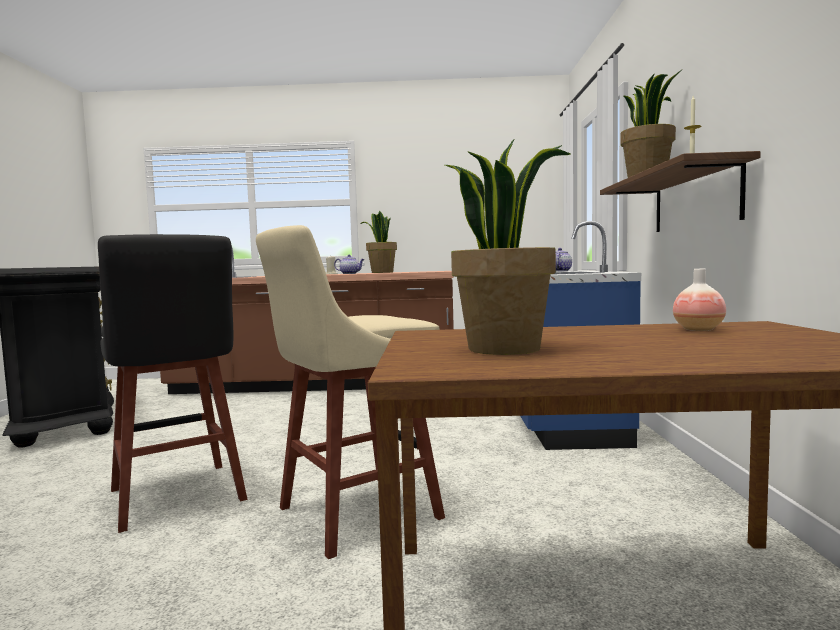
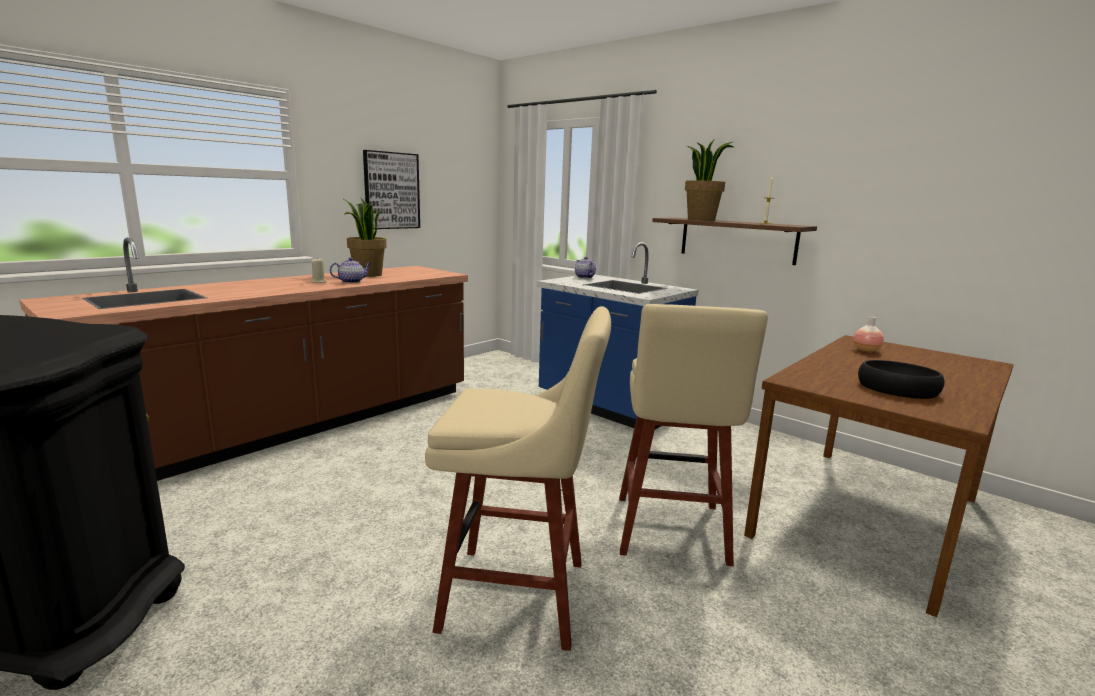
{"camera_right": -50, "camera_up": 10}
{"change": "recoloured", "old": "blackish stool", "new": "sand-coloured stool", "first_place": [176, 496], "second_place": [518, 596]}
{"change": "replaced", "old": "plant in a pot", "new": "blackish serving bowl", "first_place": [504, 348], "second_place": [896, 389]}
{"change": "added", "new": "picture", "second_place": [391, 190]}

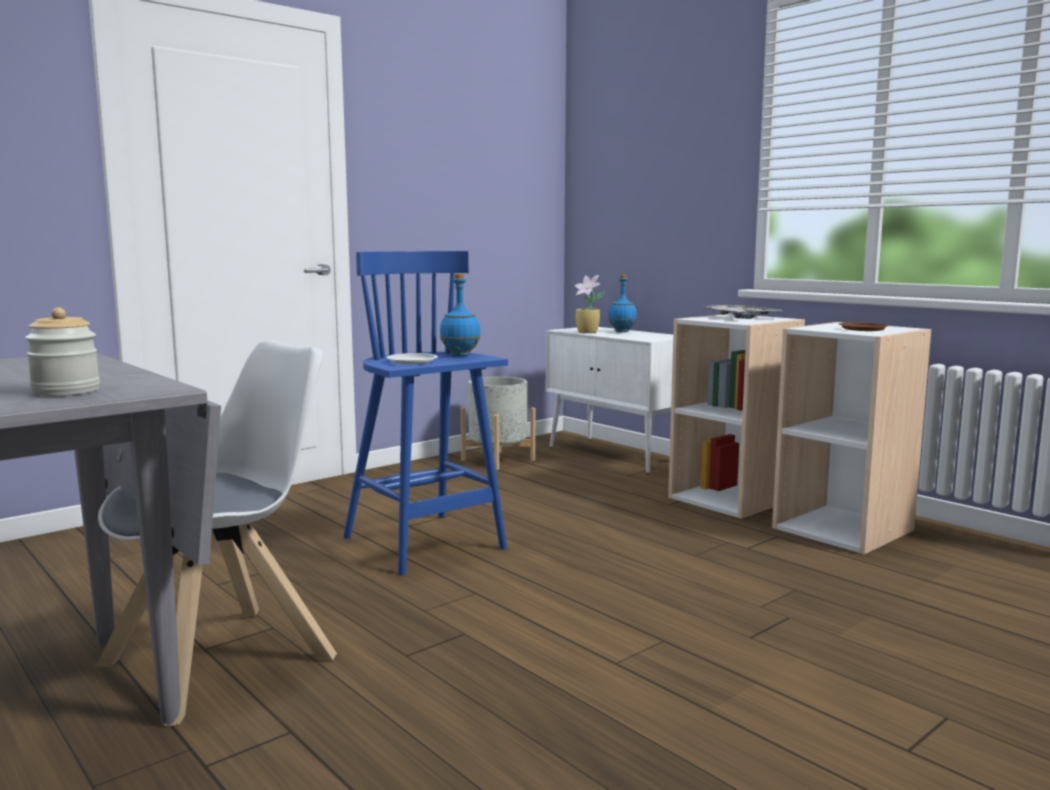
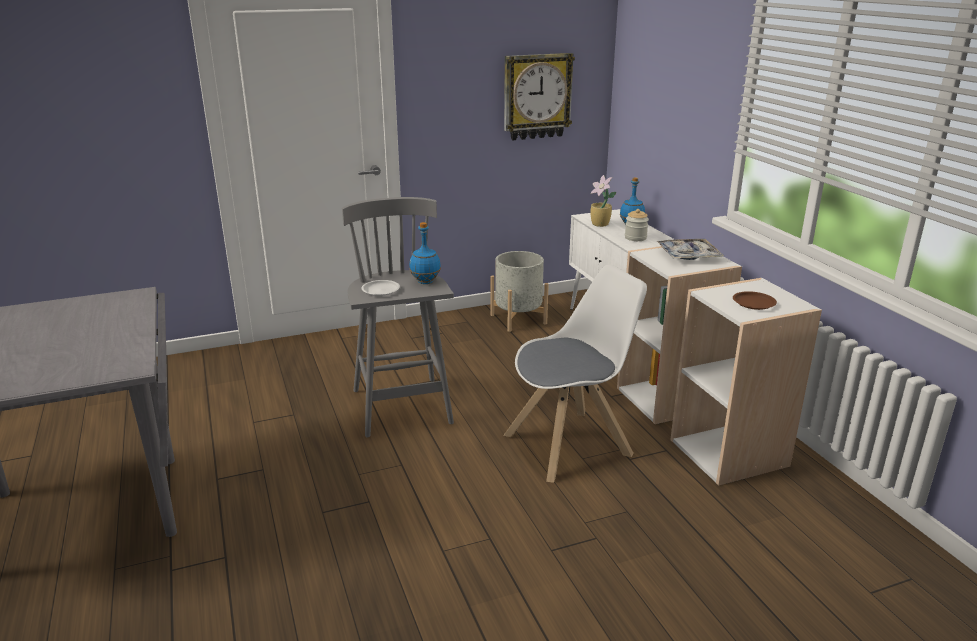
{"camera_right": 20, "camera_up": 15}
{"change": "moved", "old": "storage jar", "first_place": [66, 391], "second_place": [635, 238]}
{"change": "moved", "old": "plain chair", "first_place": [225, 659], "second_place": [571, 444]}
{"change": "recoloured", "old": "bluish stool", "new": "grey stool", "first_place": [427, 544], "second_place": [403, 408]}
{"change": "added", "new": "hanging clock", "second_place": [536, 96]}

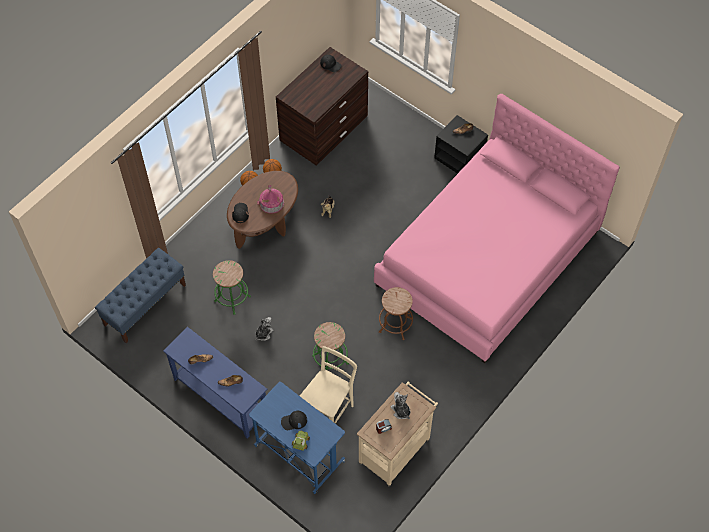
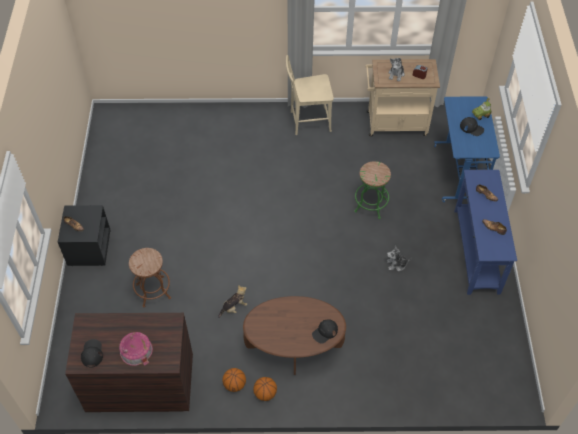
{"camera_right": -130, "camera_up": -5}
{"change": "removed", "old": "bluish bench", "first_place": [145, 304]}
{"change": "removed", "old": "greenish stool", "first_place": [232, 299]}
{"change": "moved", "old": "miniature house", "first_place": [271, 203], "second_place": [136, 350]}
{"change": "moved", "old": "sand-coloured plain chair", "first_place": [329, 410], "second_place": [308, 121]}
{"change": "removed", "old": "pinkish bed", "first_place": [488, 258]}
{"change": "moved", "old": "brown stool", "first_place": [395, 325], "second_place": [153, 291]}

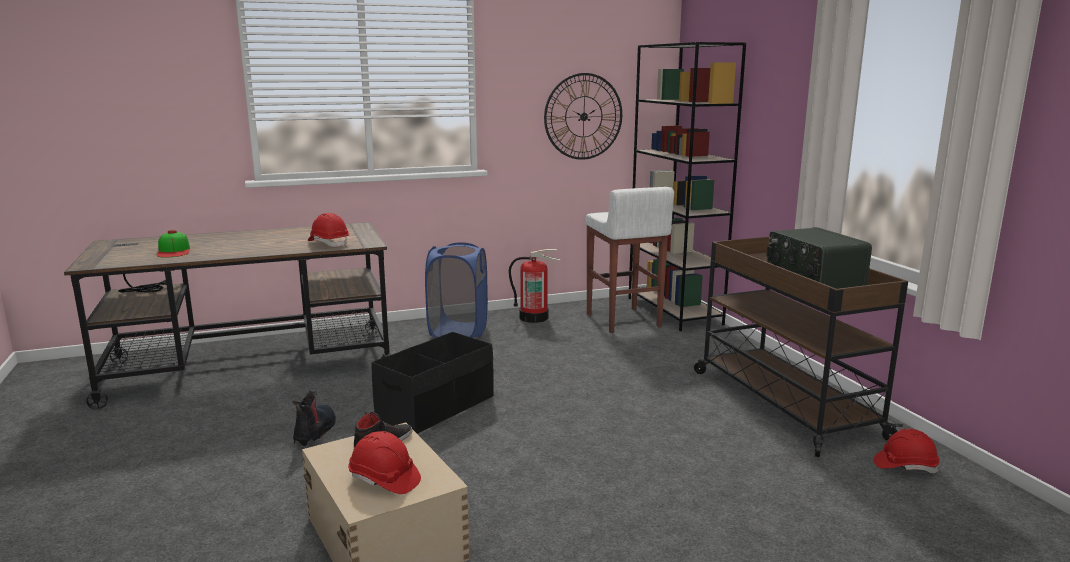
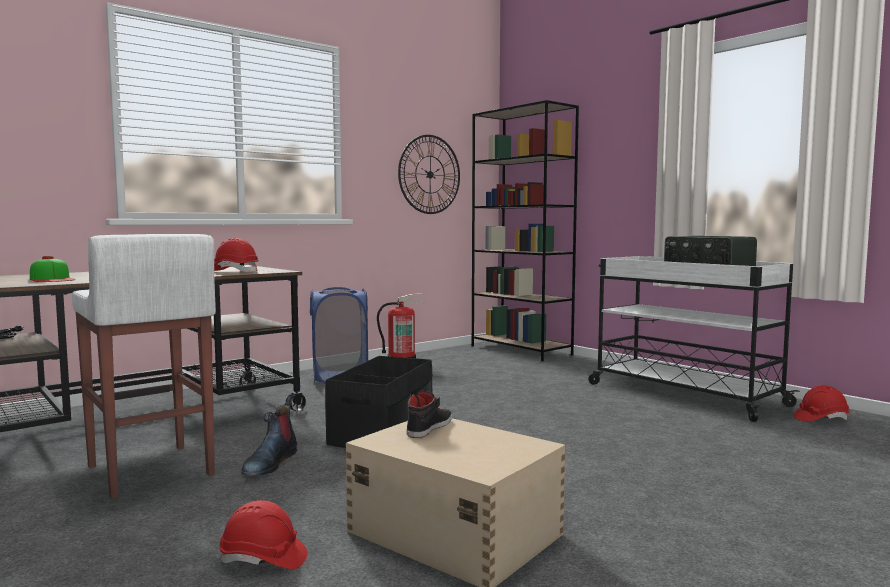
{"camera_right": -20, "camera_up": -10}
{"change": "turned", "old": "high-top boot", "first_place": [315, 431], "second_place": [270, 463], "degrees": -150}
{"change": "moved", "old": "red-coloured hard hat", "first_place": [384, 480], "second_place": [263, 559]}
{"change": "moved", "old": "white stool", "first_place": [622, 321], "second_place": [149, 471]}
{"change": "recoloured", "old": "brown cart", "new": "white cart", "first_place": [783, 402], "second_place": [682, 394]}

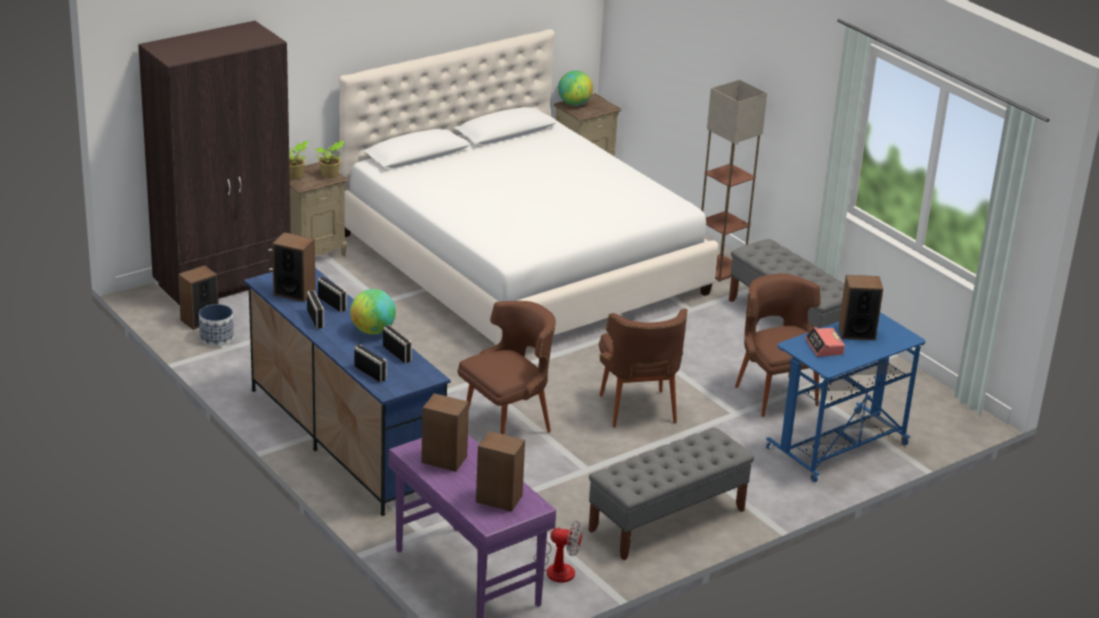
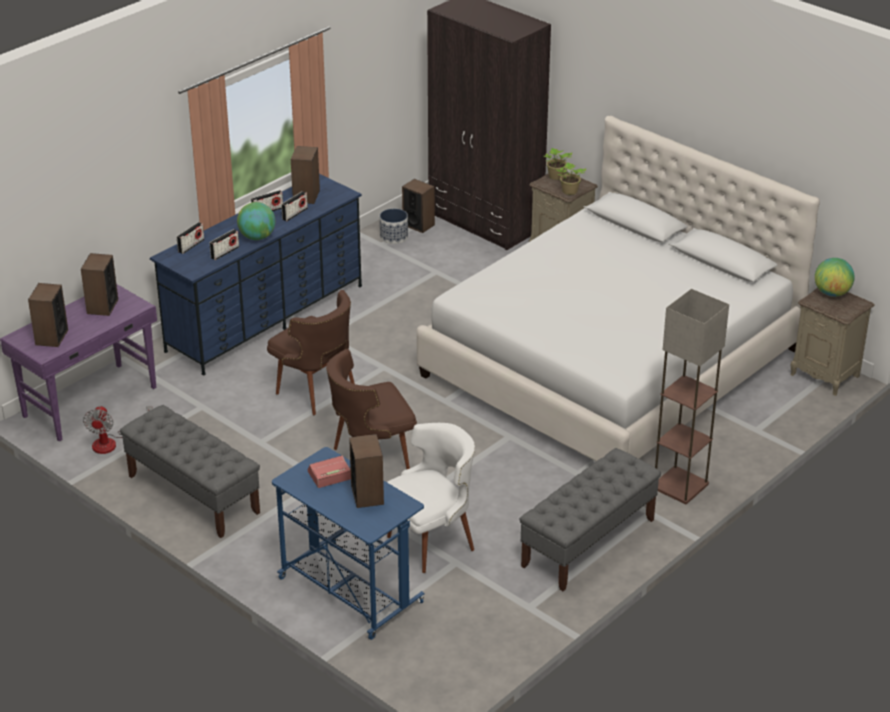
{"camera_right": 80, "camera_up": 5}
{"change": "recoloured", "old": "brown plain chair", "new": "white plain chair", "first_place": [776, 397], "second_place": [429, 544]}

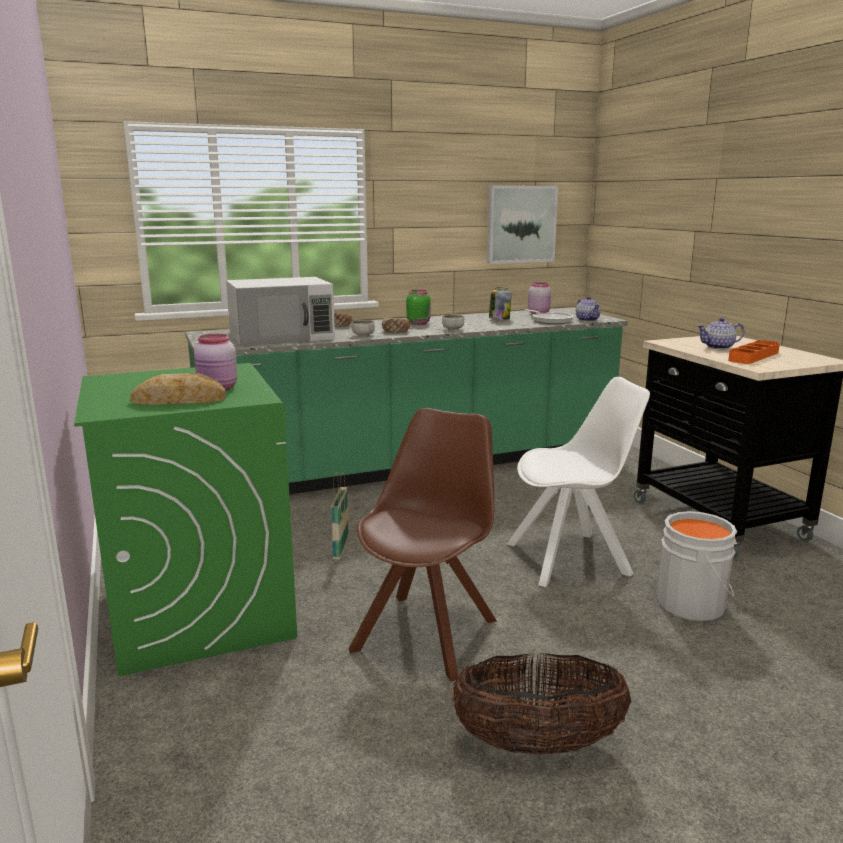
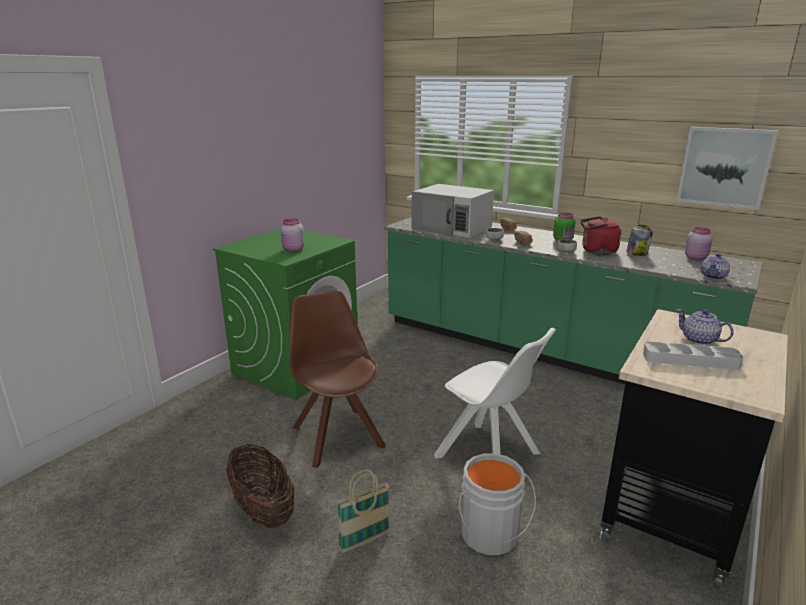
{"camera_right": 55, "camera_up": 5}
{"change": "removed", "old": "baked bread", "first_place": [179, 400]}
{"change": "moved", "old": "basket", "first_place": [341, 549], "second_place": [364, 541]}
{"change": "turned", "old": "brown plain chair", "first_place": [427, 633], "second_place": [337, 435], "degrees": -105}
{"change": "removed", "old": "skillet", "first_place": [550, 320]}
{"change": "recoloured", "old": "orange tray", "new": "grey tray", "first_place": [753, 356], "second_place": [690, 360]}
{"change": "added", "new": "red-coloured water kettle", "second_place": [596, 251]}

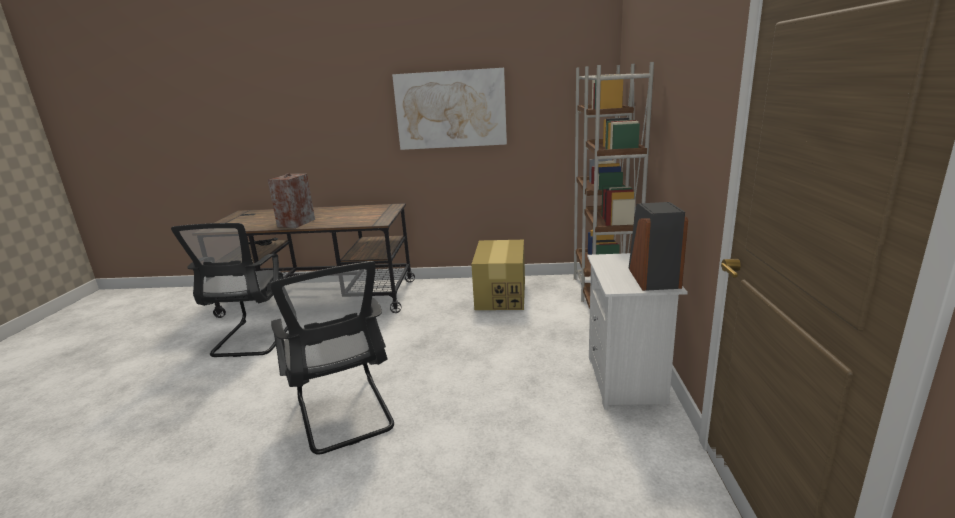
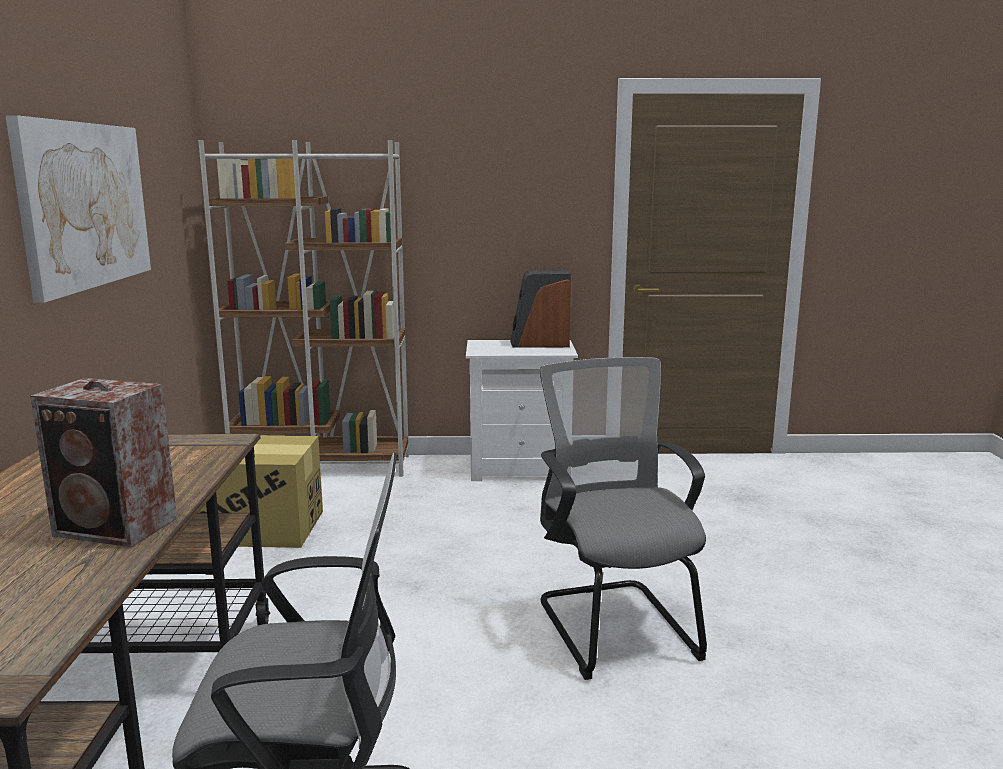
{"camera_right": -95, "camera_up": -5}
{"change": "turned", "old": "plain chair", "first_place": [344, 416], "second_place": [615, 624], "degrees": -75}

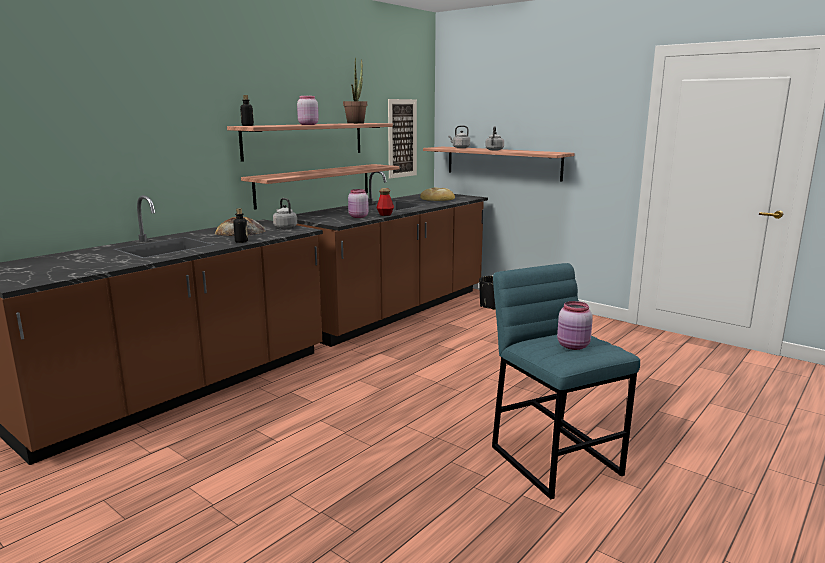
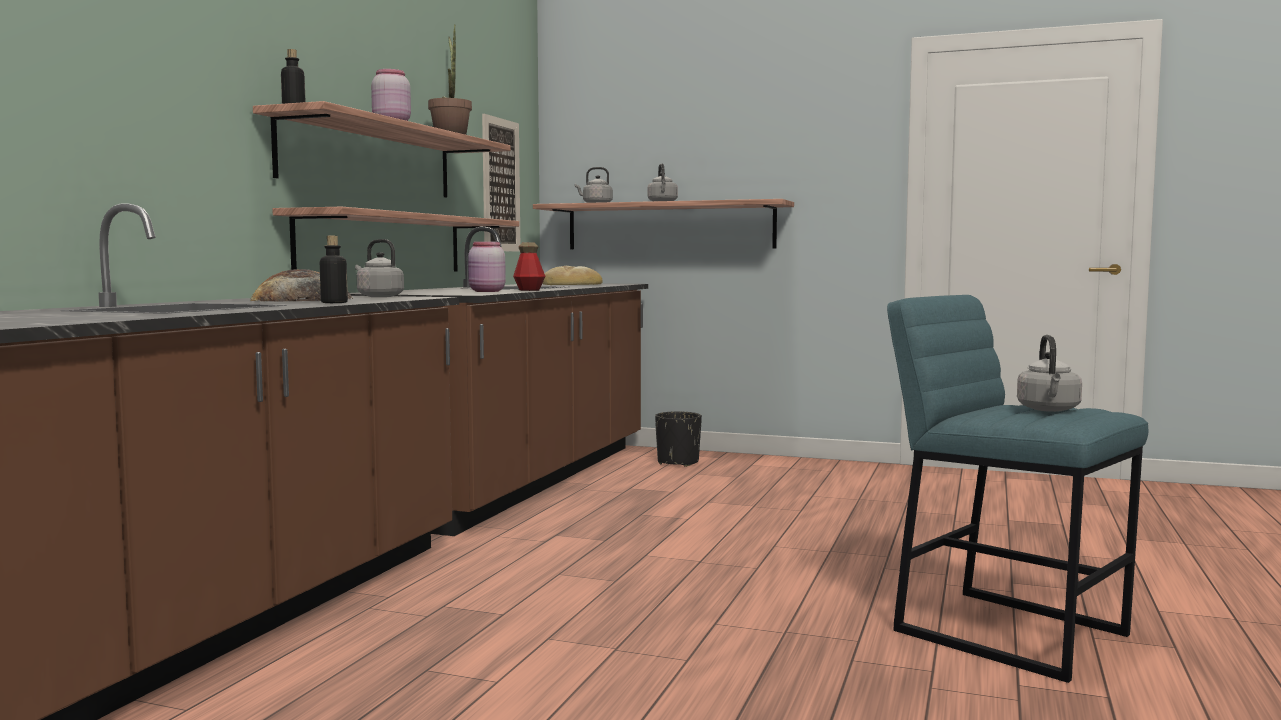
{"camera_right": -20, "camera_up": -10}
{"change": "replaced", "old": "pinkish storage jar", "new": "grey water kettle", "first_place": [573, 346], "second_place": [1048, 410]}

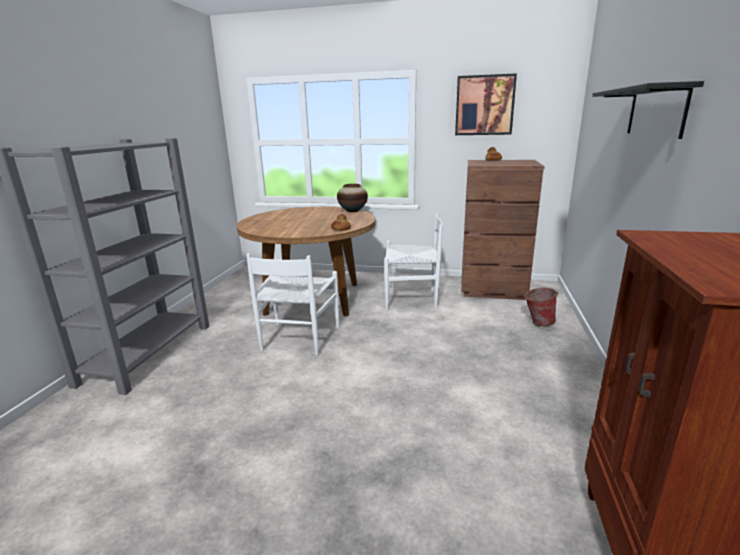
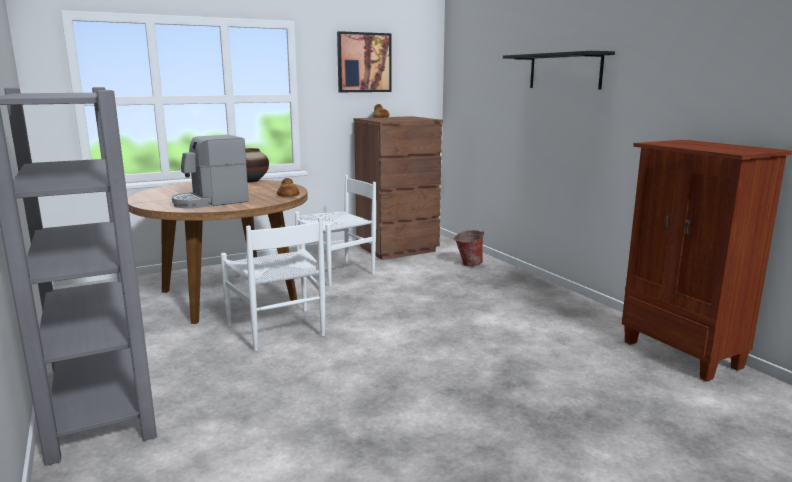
{"camera_right": -40, "camera_up": -5}
{"change": "added", "new": "coffee machine", "second_place": [210, 202]}

